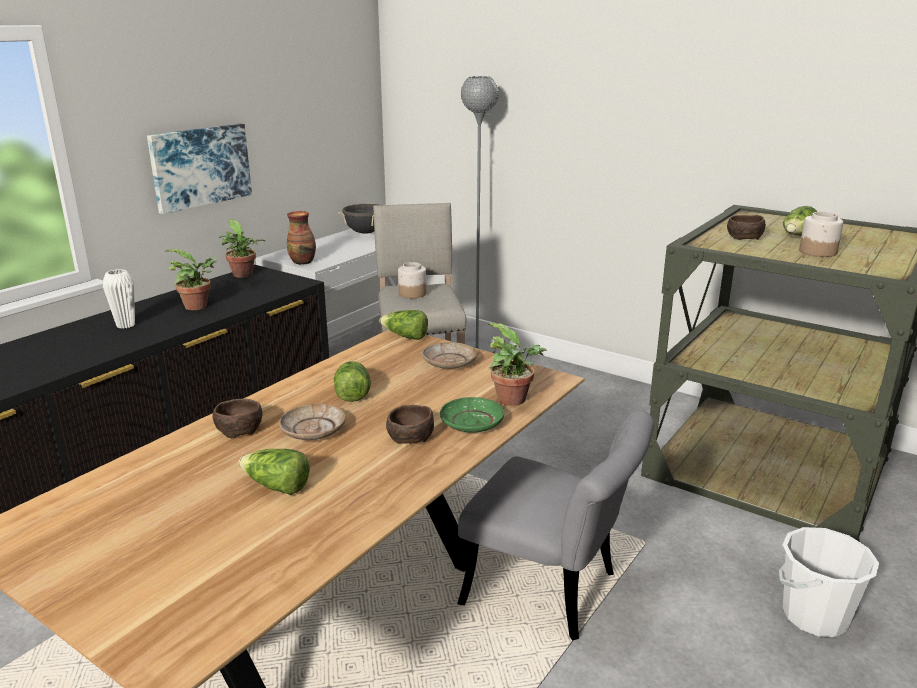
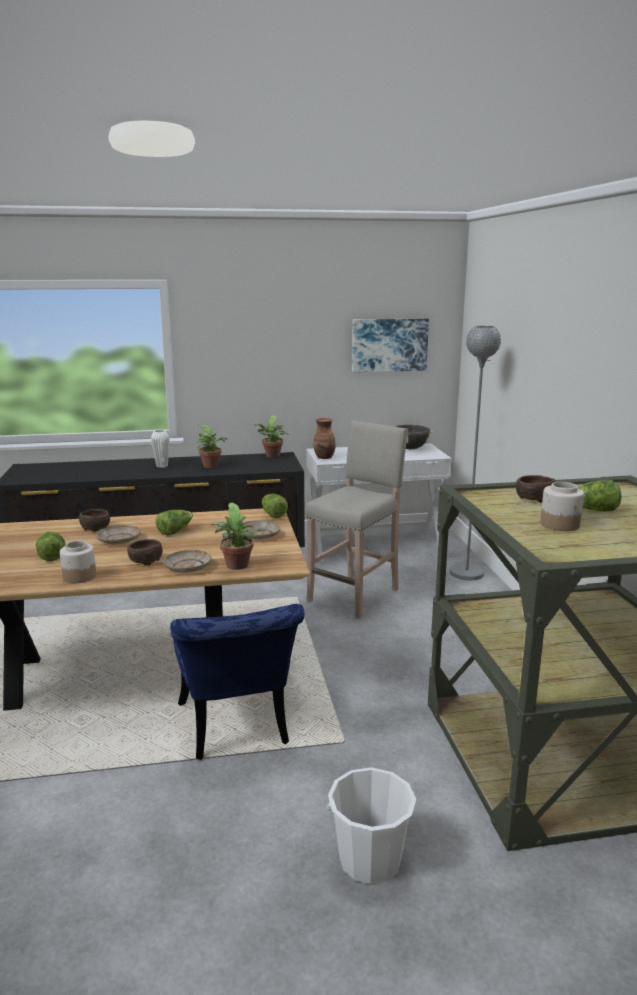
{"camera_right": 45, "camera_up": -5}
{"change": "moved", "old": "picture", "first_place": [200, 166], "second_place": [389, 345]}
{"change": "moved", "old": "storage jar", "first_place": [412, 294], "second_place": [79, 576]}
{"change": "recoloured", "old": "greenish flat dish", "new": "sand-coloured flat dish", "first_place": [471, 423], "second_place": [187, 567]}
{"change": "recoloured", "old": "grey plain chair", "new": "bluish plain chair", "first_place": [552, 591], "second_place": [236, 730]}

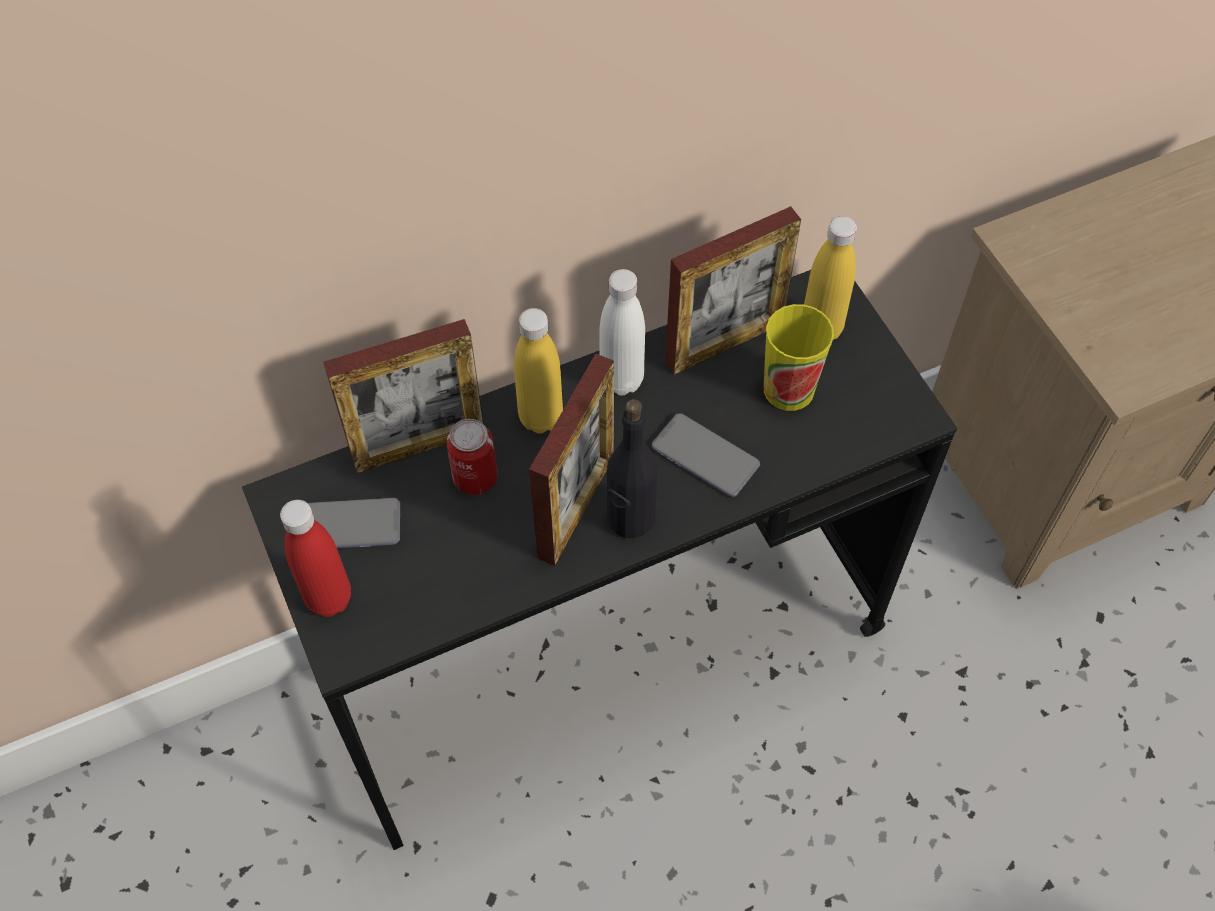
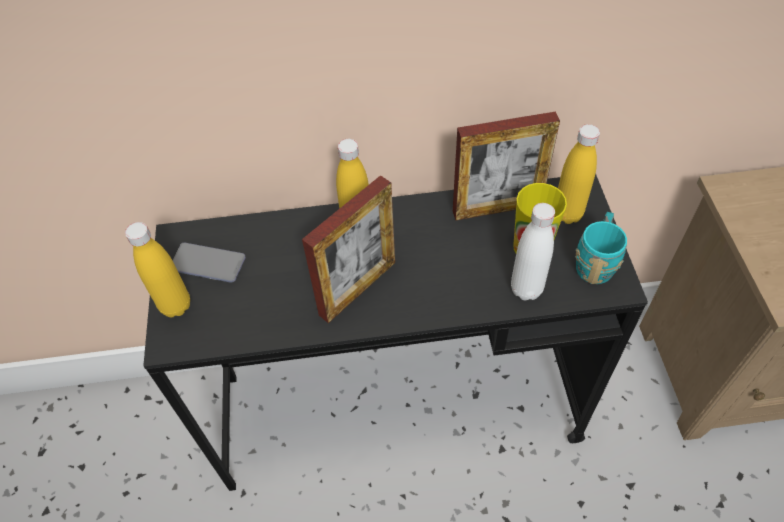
{"camera_right": 20, "camera_up": -5}
{"change": "recoloured", "old": "red-coloured beverage bottle", "new": "yellowish beverage bottle", "first_place": [329, 598], "second_place": [176, 306]}
{"change": "removed", "old": "picture frame", "first_place": [418, 445]}
{"change": "removed", "old": "metal can", "first_place": [475, 478]}
{"change": "moved", "old": "white beverage bottle", "first_place": [621, 380], "second_place": [526, 289]}
{"change": "removed", "old": "blackish beverage bottle", "first_place": [630, 519]}
{"change": "removed", "old": "handset", "first_place": [705, 456]}
{"change": "added", "new": "turquoise tea mug", "second_place": [595, 262]}

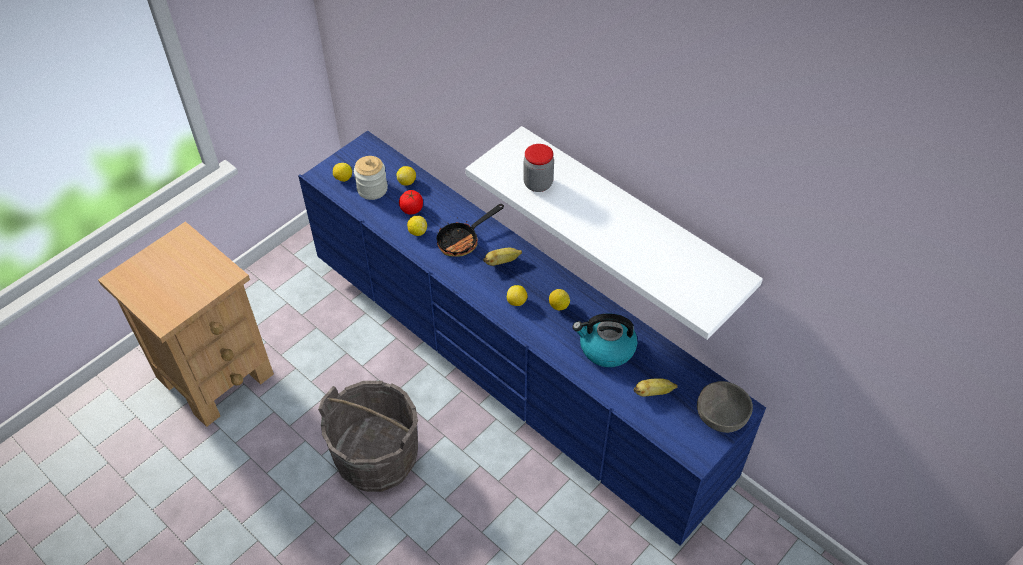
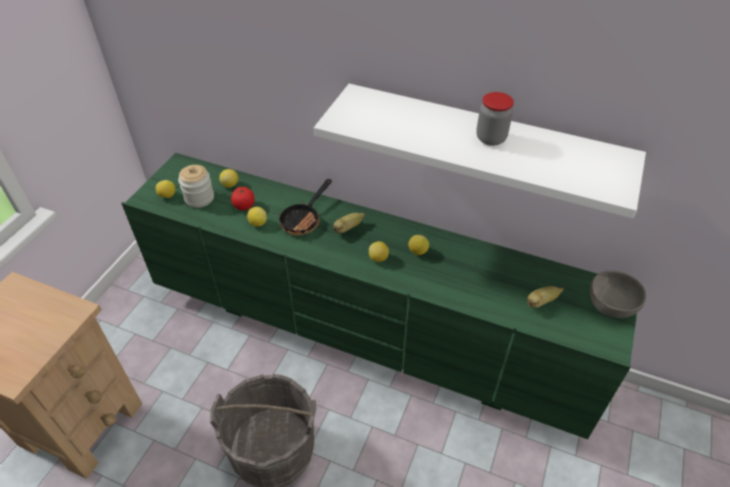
{"camera_right": -20, "camera_up": -5}
{"change": "recoloured", "old": "bluish cupboard", "new": "greenish cupboard", "first_place": [511, 373], "second_place": [365, 335]}
{"change": "moved", "old": "storage jar", "first_place": [538, 184], "second_place": [491, 138]}
{"change": "removed", "old": "water kettle", "first_place": [606, 348]}

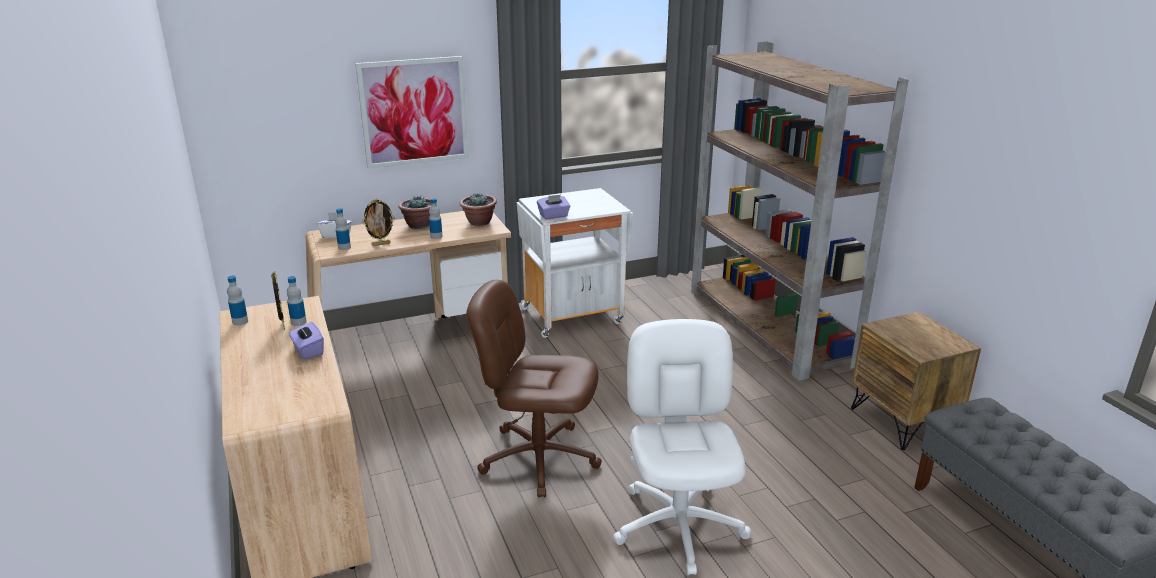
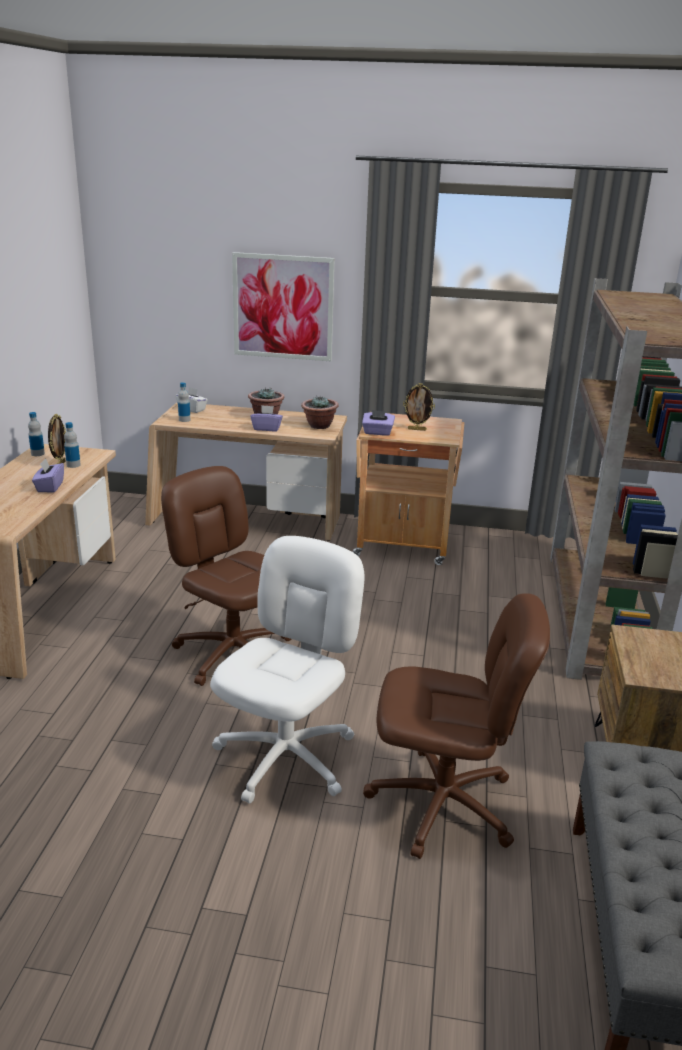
{"camera_right": 30, "camera_up": 0}
{"change": "moved", "old": "picture frame", "first_place": [381, 244], "second_place": [417, 429]}
{"change": "replaced", "old": "beverage bottle", "new": "purplish tissue box", "first_place": [436, 236], "second_place": [267, 428]}
{"change": "recoloured", "old": "white cart", "new": "brown cart", "first_place": [573, 315], "second_place": [404, 545]}
{"change": "added", "new": "brown desk chair", "second_place": [443, 804]}

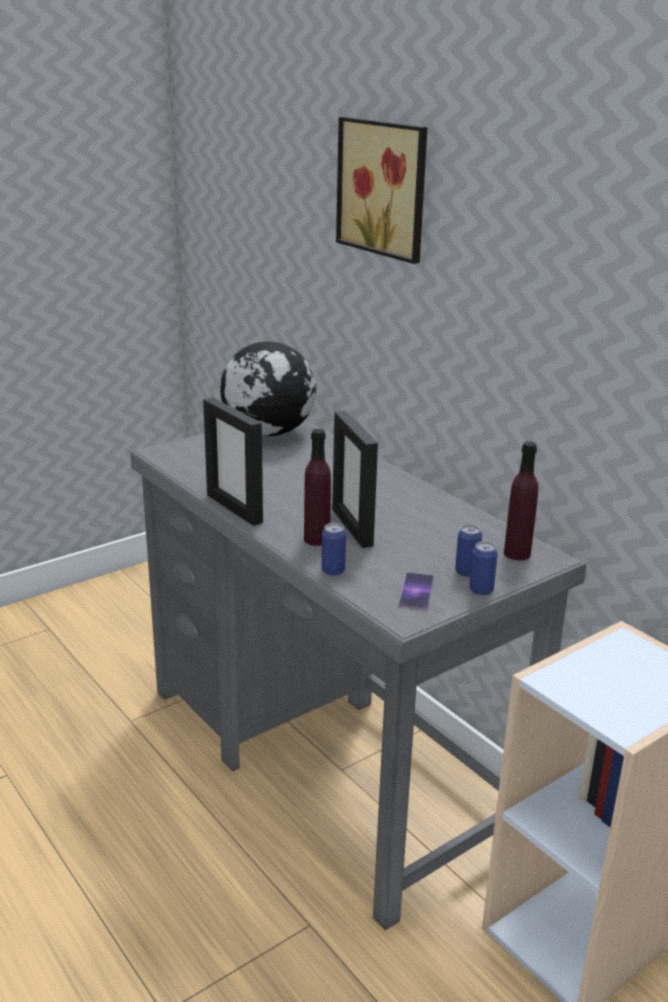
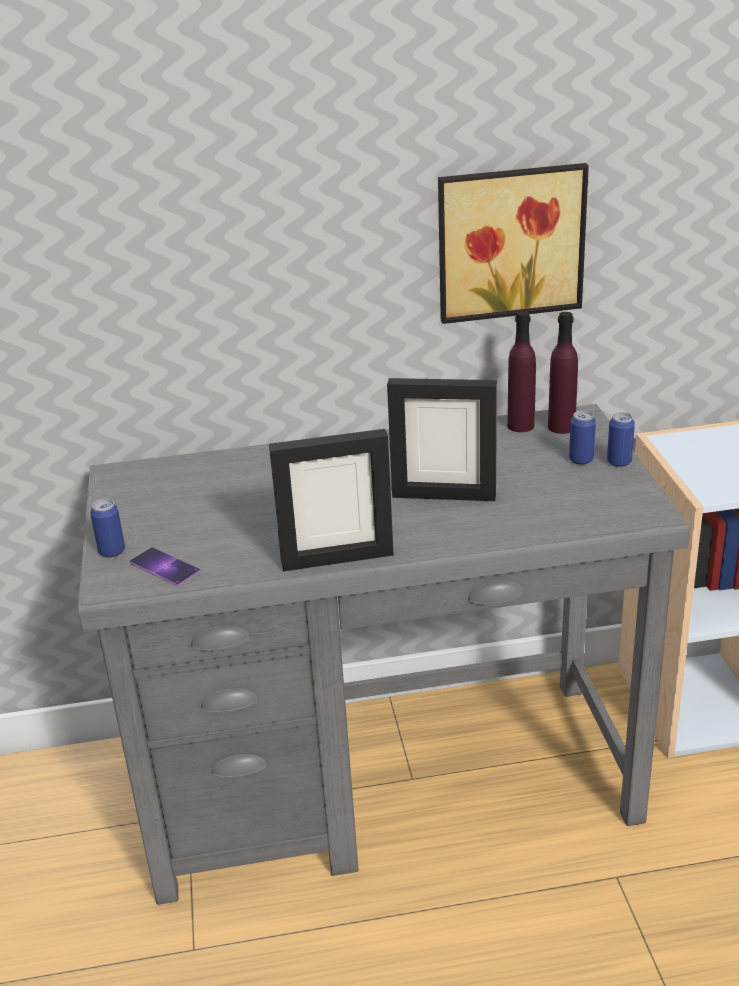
{"camera_right": -60, "camera_up": 5}
{"change": "removed", "old": "desk globe", "first_place": [269, 433]}
{"change": "moved", "old": "purplish beverage bottle", "first_place": [316, 539], "second_place": [520, 426]}
{"change": "moved", "old": "metal can", "first_place": [333, 571], "second_place": [112, 551]}
{"change": "moved", "old": "picture", "first_place": [385, 188], "second_place": [509, 241]}
{"change": "moved", "old": "handset", "first_place": [416, 591], "second_place": [164, 567]}

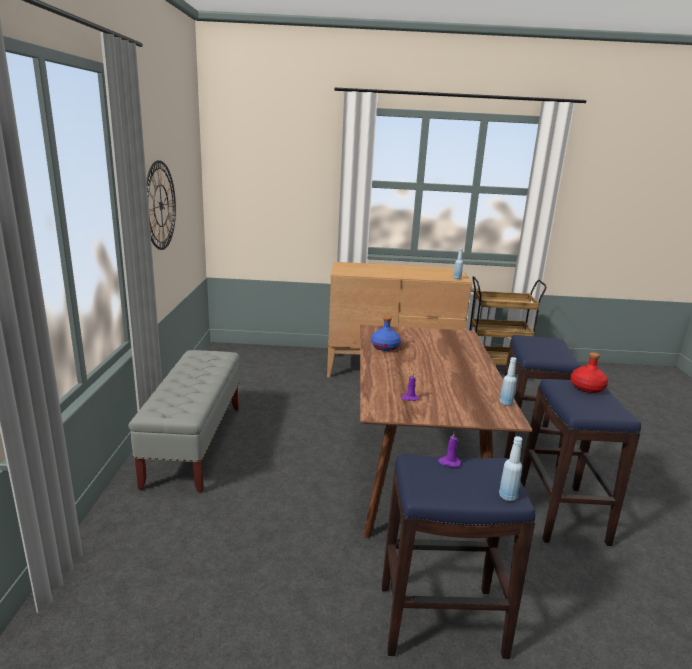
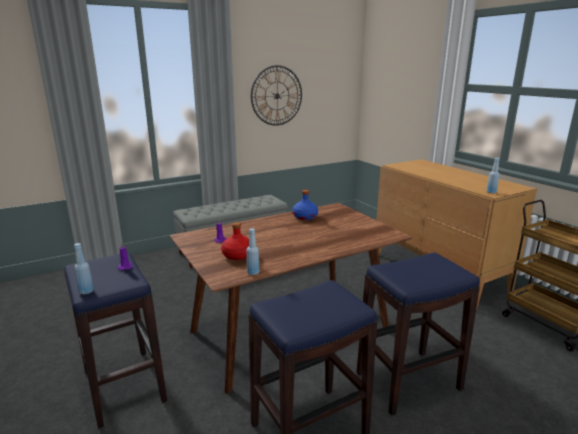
{"camera_right": 60, "camera_up": 0}
{"change": "moved", "old": "red-coloured beverage bottle", "first_place": [586, 388], "second_place": [237, 255]}

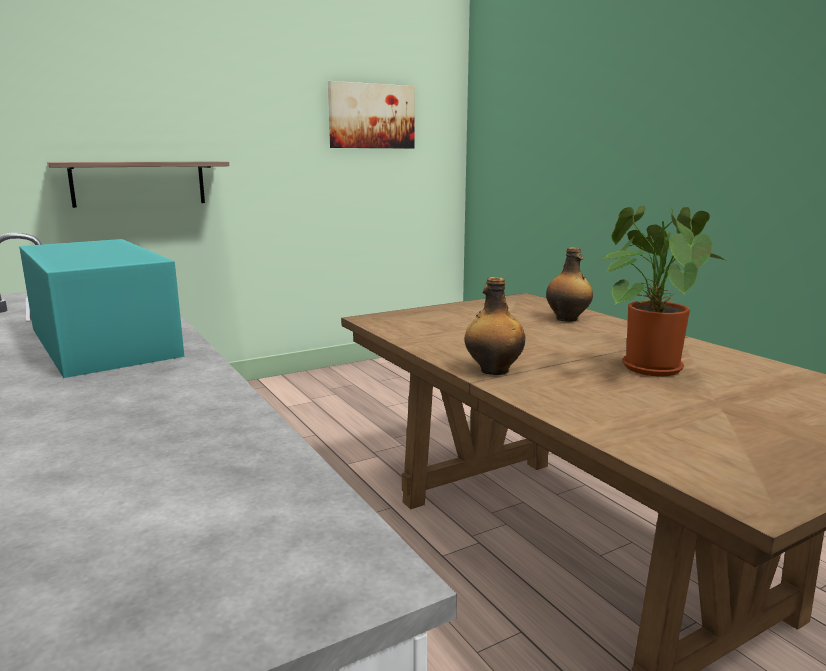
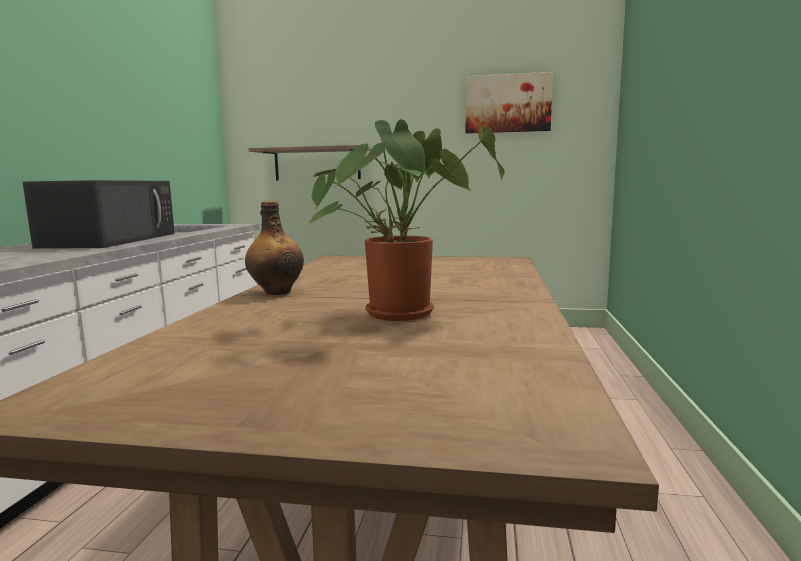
{"camera_right": 40, "camera_up": -5}
{"change": "recoloured", "old": "turquoise microwave oven", "new": "blackish microwave oven", "first_place": [101, 341], "second_place": [112, 240]}
{"change": "removed", "old": "beverage bottle", "first_place": [567, 319]}

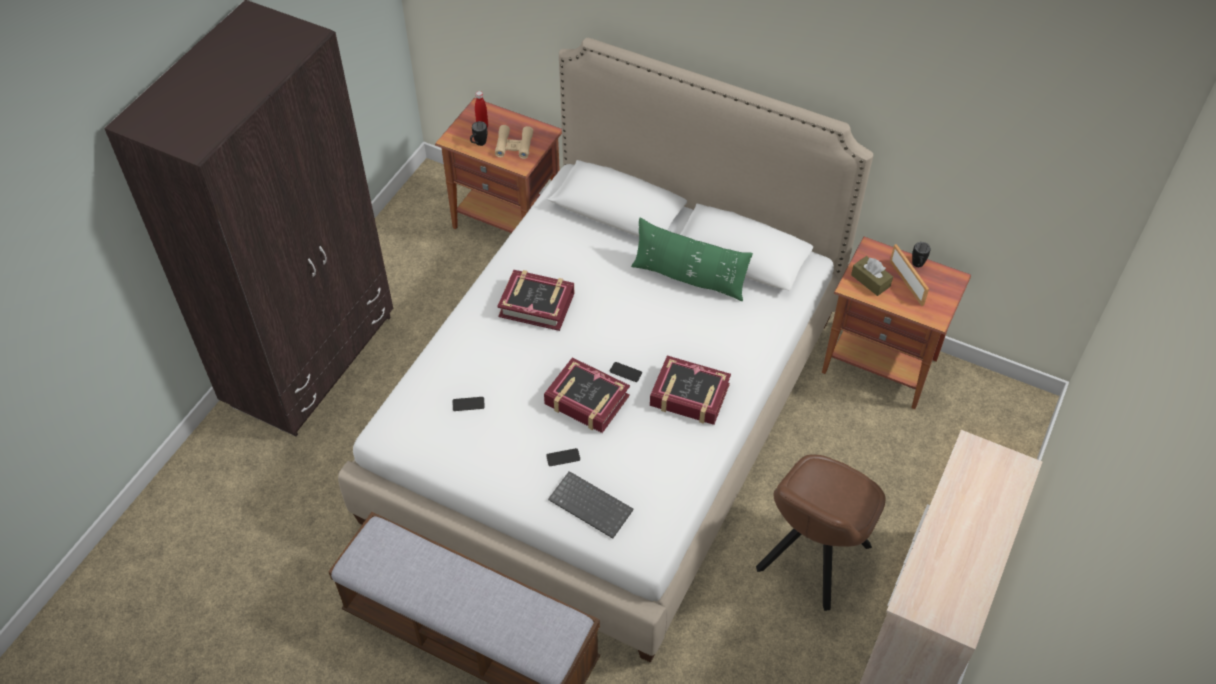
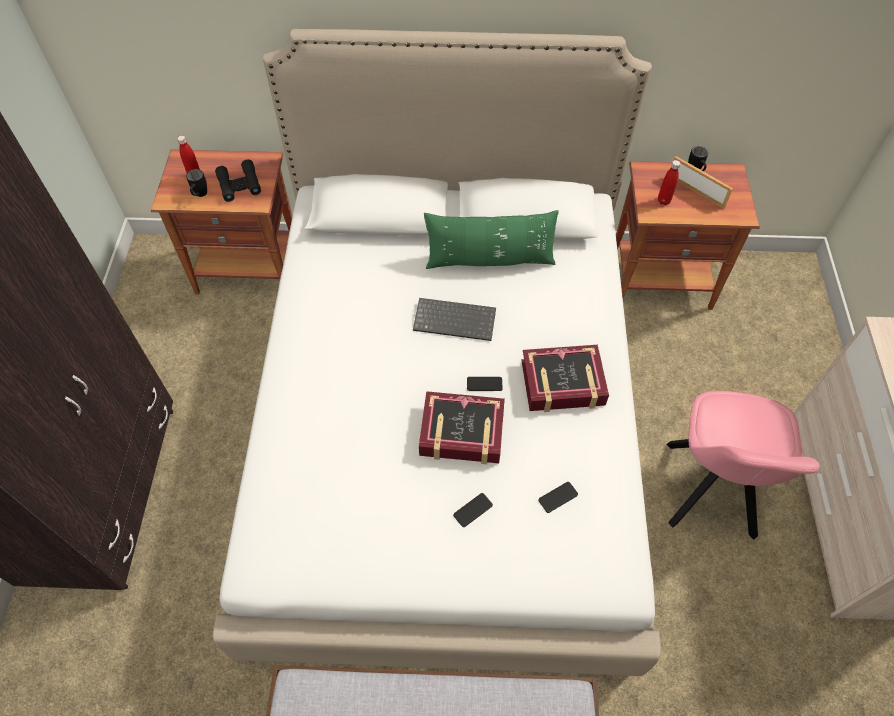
{"camera_right": -25, "camera_up": 5}
{"change": "moved", "old": "handset", "first_place": [468, 404], "second_place": [558, 497]}
{"change": "recoloured", "old": "sand-coloured binoculars", "new": "blackish binoculars", "first_place": [514, 146], "second_place": [239, 185]}
{"change": "removed", "old": "book", "first_place": [537, 304]}
{"change": "moved", "old": "PC keyboard", "first_place": [592, 505], "second_place": [456, 319]}
{"change": "recoloured", "old": "brown plain chair", "new": "pinkish plain chair", "first_place": [812, 557], "second_place": [711, 490]}
{"change": "replaced", "old": "brown tissue box", "new": "red-coloured beverage bottle", "first_place": [870, 281], "second_place": [663, 201]}

